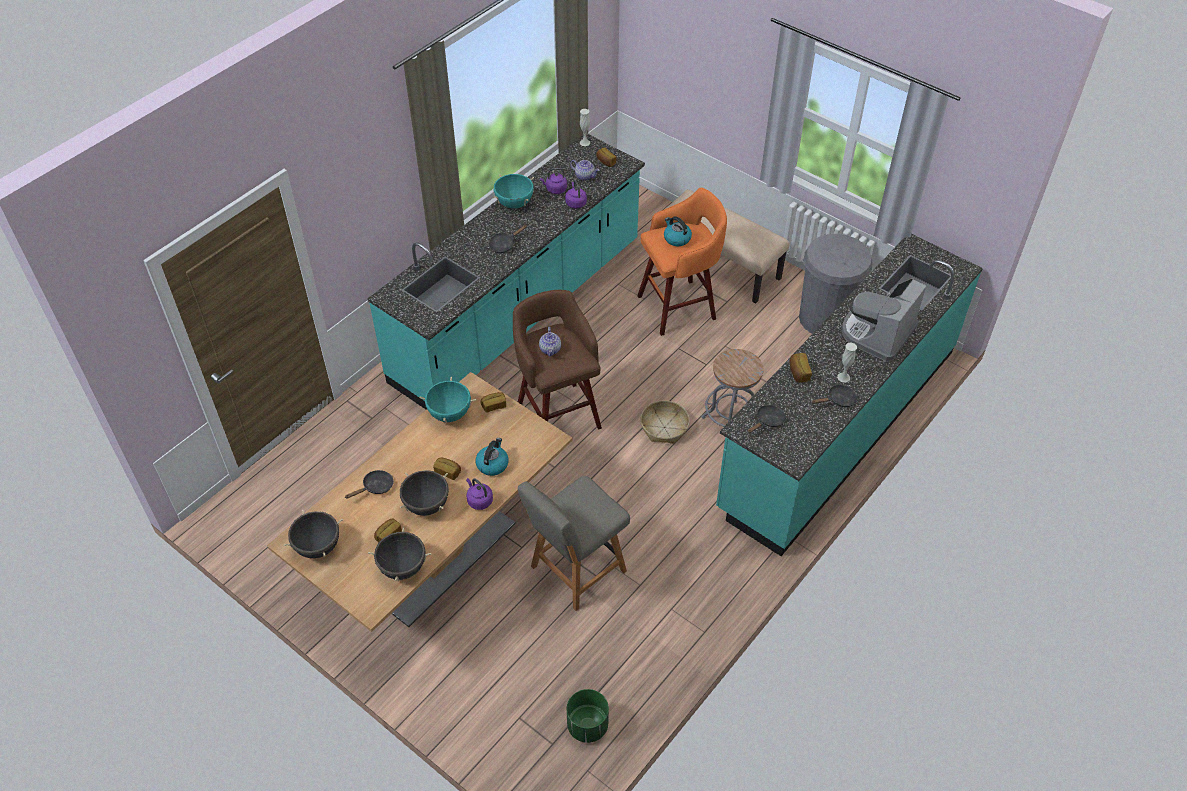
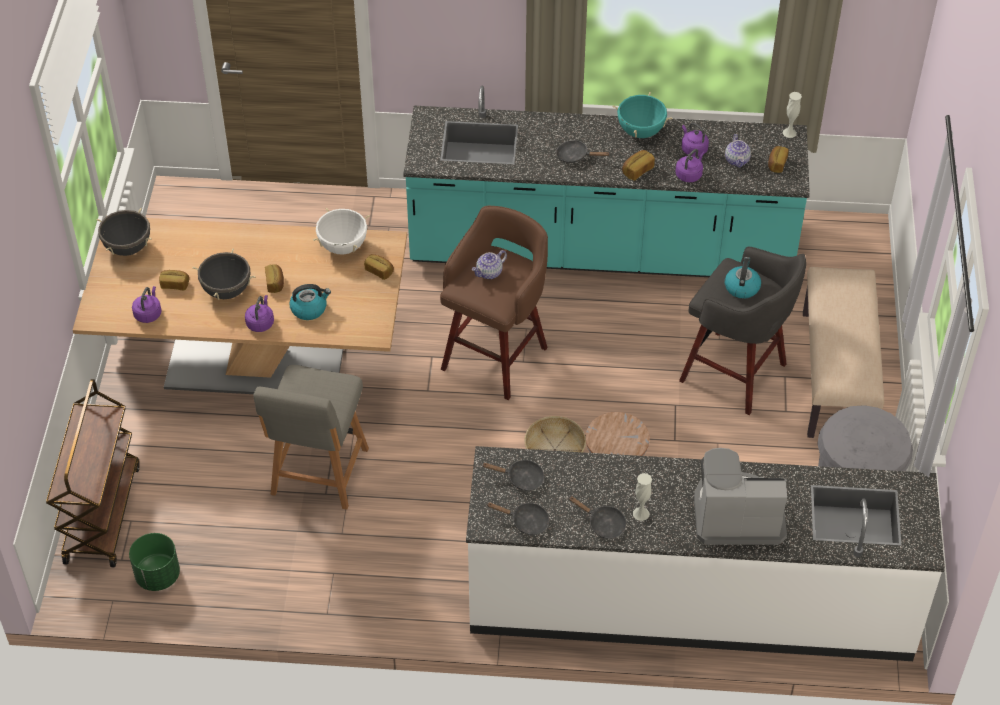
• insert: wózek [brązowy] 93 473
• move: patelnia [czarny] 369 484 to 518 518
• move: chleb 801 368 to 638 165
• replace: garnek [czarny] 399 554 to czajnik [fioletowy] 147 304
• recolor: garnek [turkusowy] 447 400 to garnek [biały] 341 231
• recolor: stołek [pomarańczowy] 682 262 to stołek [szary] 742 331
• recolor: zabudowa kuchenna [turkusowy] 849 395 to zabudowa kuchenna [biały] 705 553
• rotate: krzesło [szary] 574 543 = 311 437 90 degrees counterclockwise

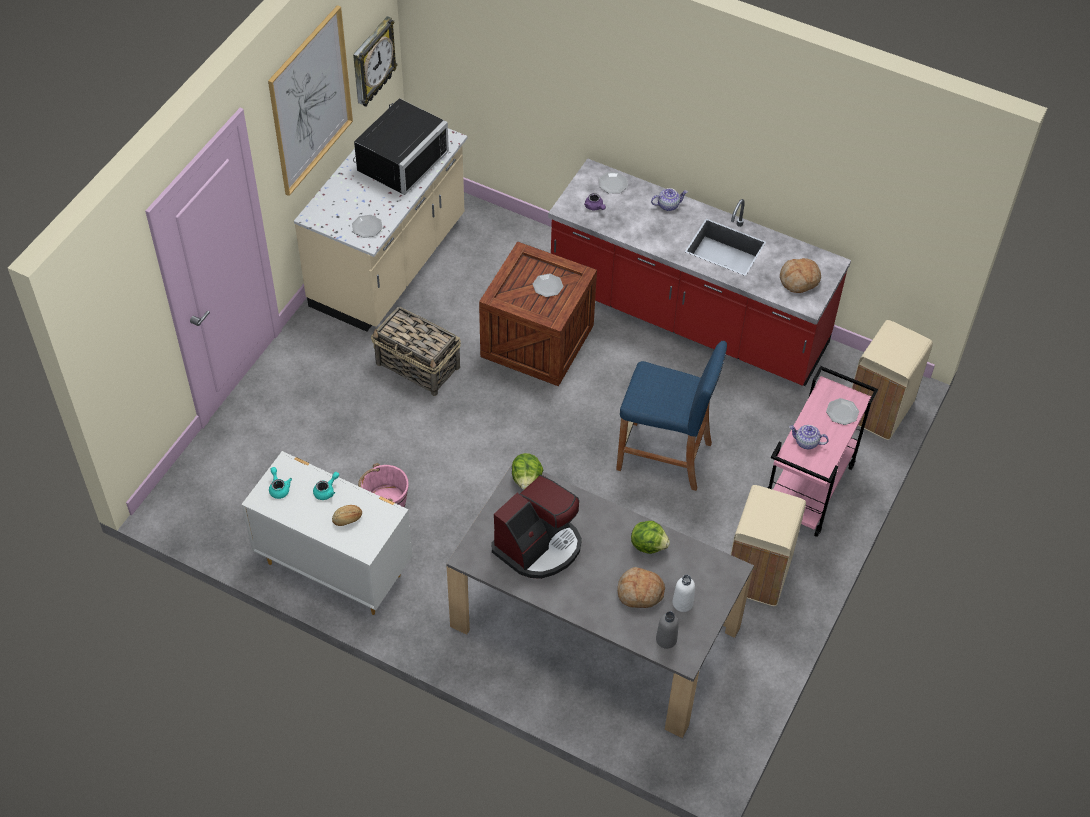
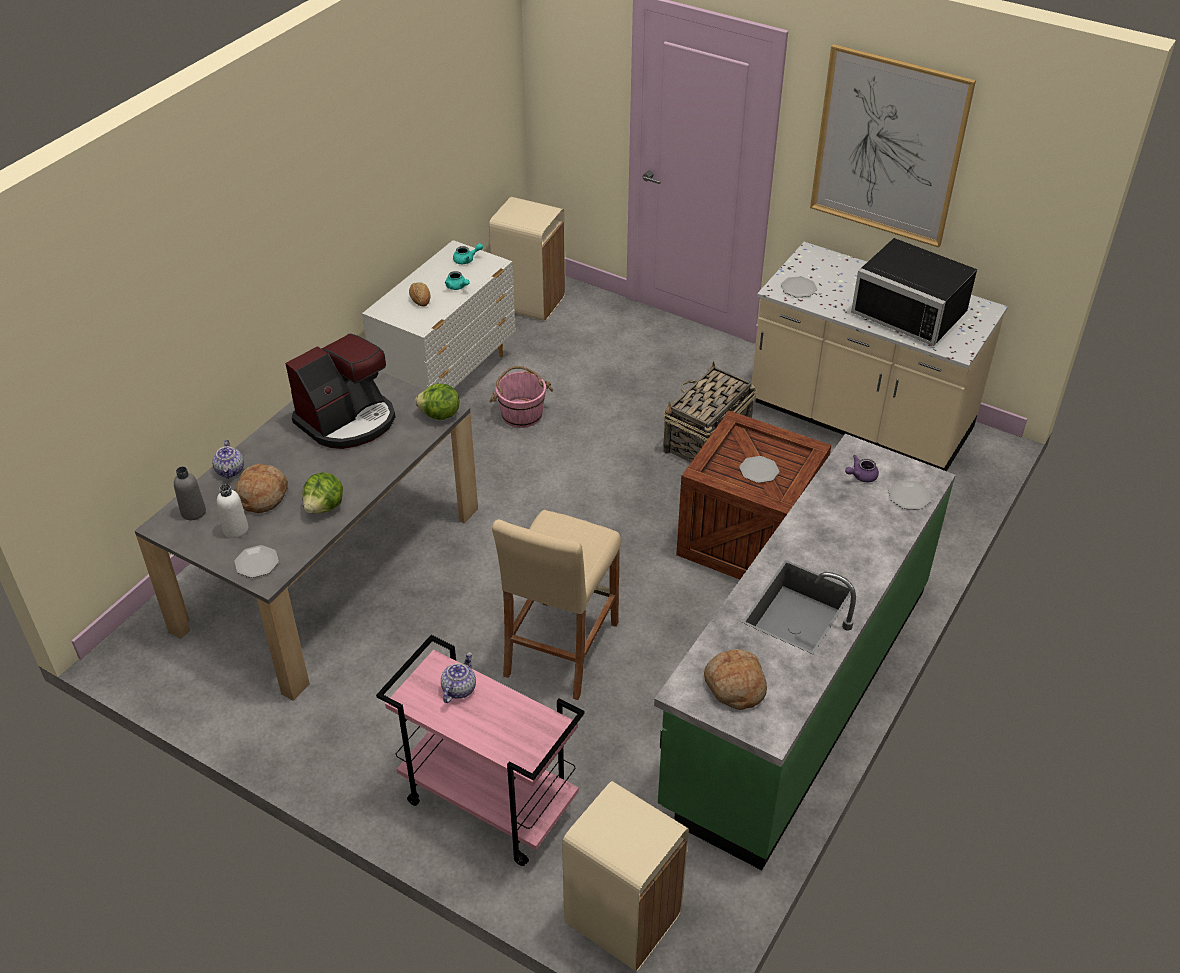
• delete: zegar ścienny 375 61
• move: imbryk 669 199 to 228 459
• move: kosz na śmieci [beżowy] 768 545 to 527 259
• move: talerz 842 411 to 256 561
• recolor: zabudowa kuchenna [czerwony] 699 272 to zabudowa kuchenna [zielony] 805 652
• recolor: stołek [niebieski] 671 416 to stołek [beżowy] 556 605
• rotate: ekspres do kawy 537 527 = 340 391 90 degrees counterclockwise

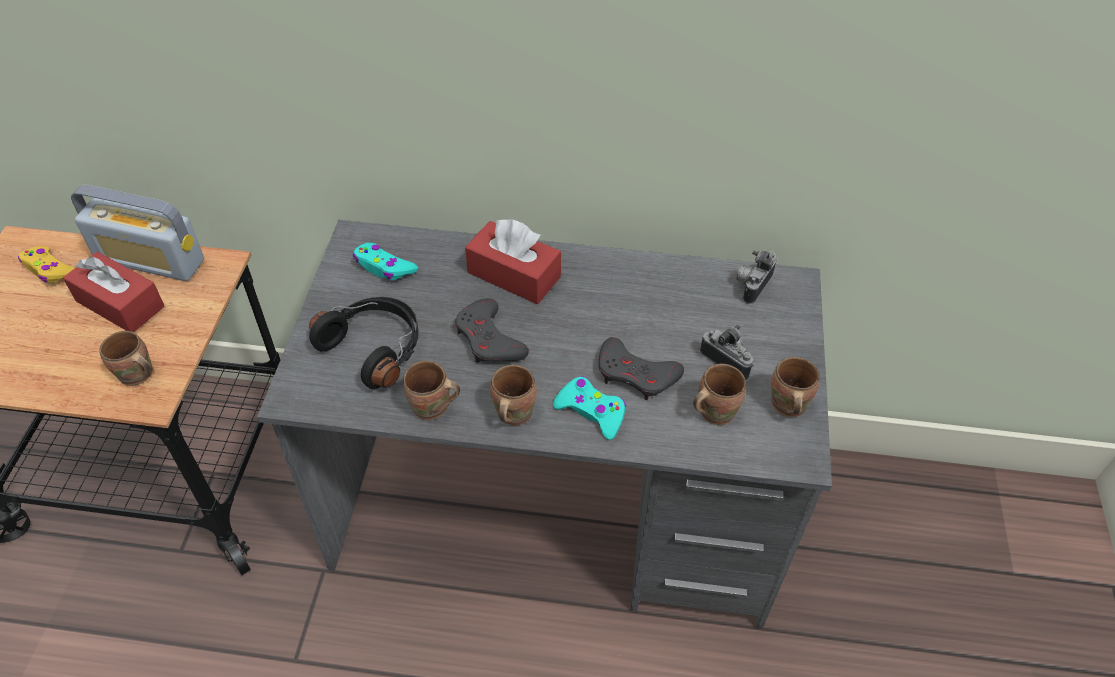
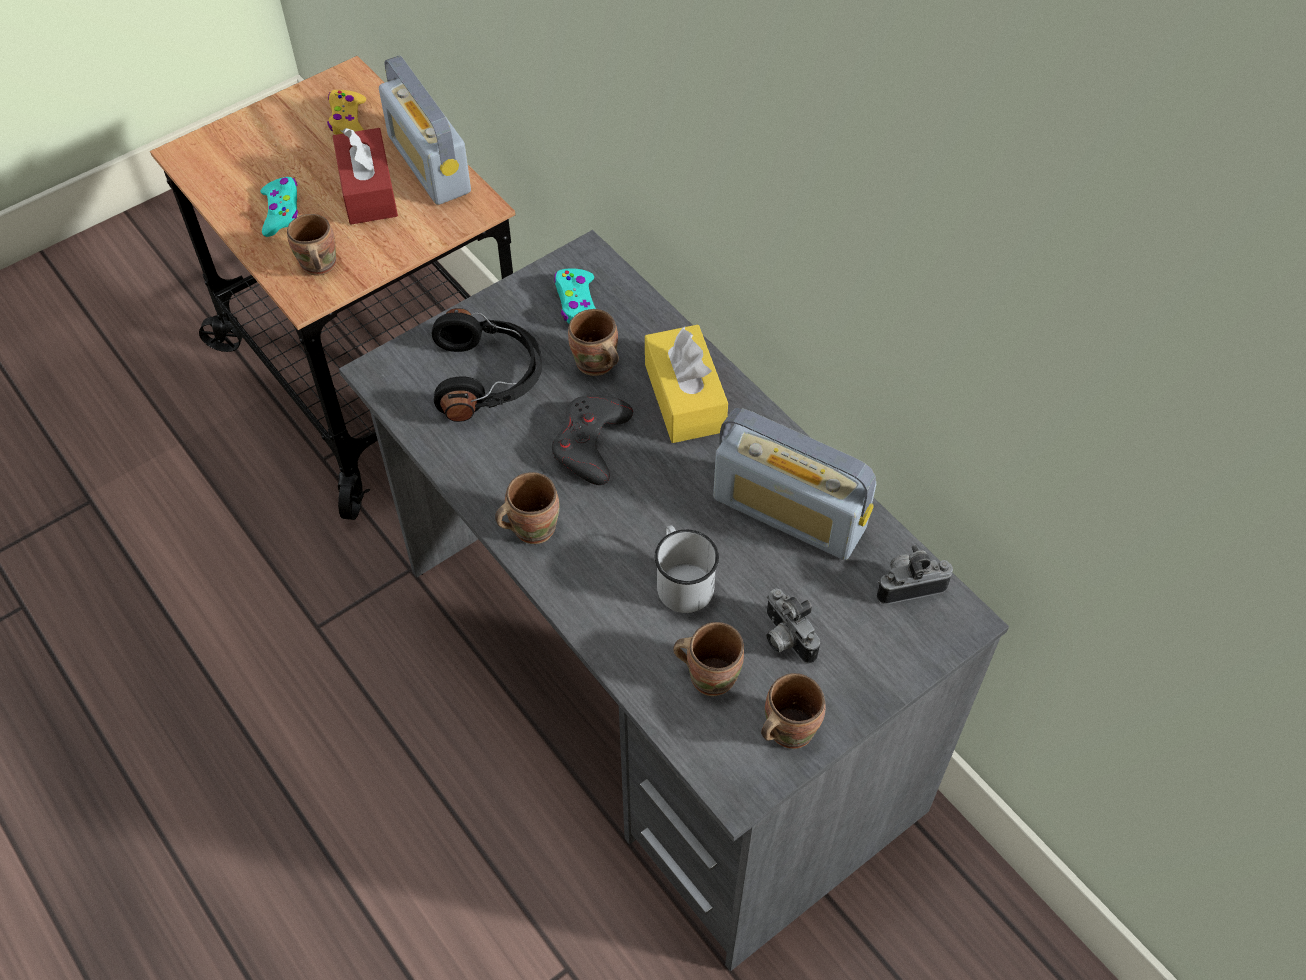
• insert: radio 794 484
• move: kubek [brązowy] 431 390 to 593 342
• move: pad do gier [turkusowy] 589 408 to 279 207
• replace: pad do gier [szary] 641 368 to kubek [biały] 687 569
• recolor: pudełko chusteczek [czerwony] 513 261 to pudełko chusteczek [żółty] 686 384
• rotate: aparat fotograficzny 727 352 = 793 626 150 degrees clockwise

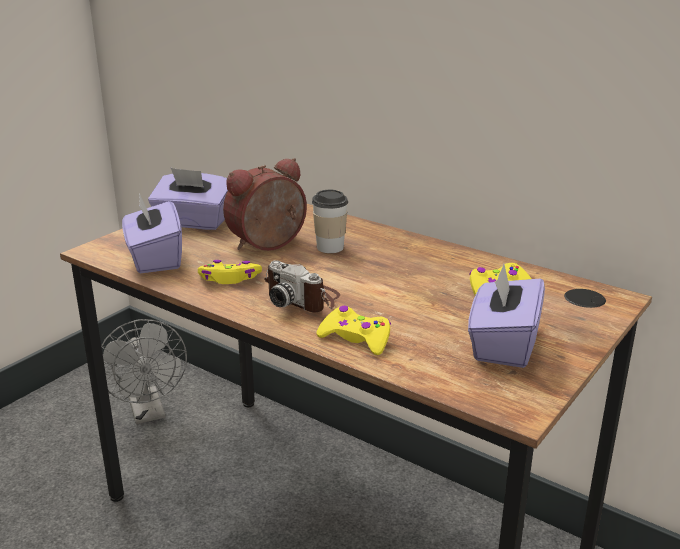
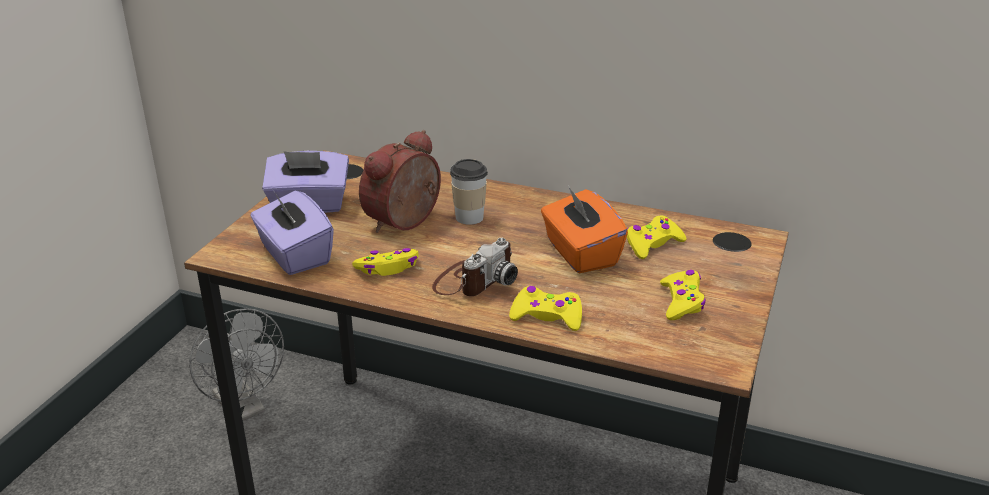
• insert: pudełko chusteczek [pomarańczowy] 584 230
• replace: pudełko chusteczek [fioletowy] 506 316 to pad do gier [żółty] 683 295
• rotate: aparat fotograficzny 302 286 = 475 267 75 degrees counterclockwise

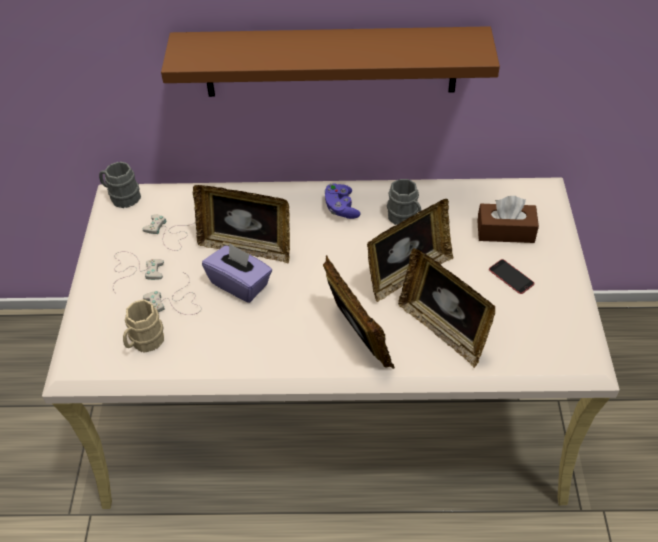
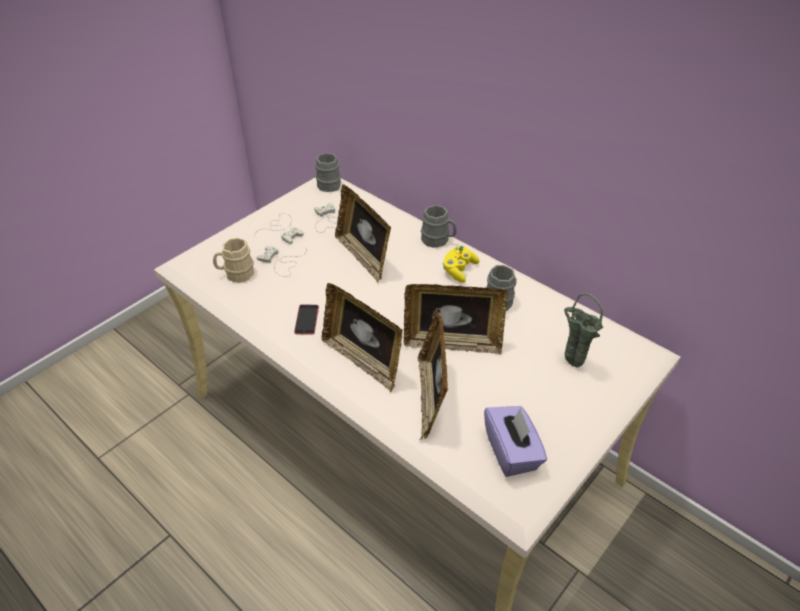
• delete: półka [brązowy] 330 61
• insert: kubek [szary] 439 226
• move: pudełko chusteczek [fioletowy] 237 273 to 515 441
• move: telefon 511 276 to 306 319
• replace: pudełko chusteczek [brązowy] 508 219 to wazon [zielony] 583 330
• recolor: pad do gier [fioletowy] 342 201 to pad do gier [żółty] 461 264
• rotate: ramka na zdjęcie 359 312 = 362 337 120 degrees clockwise

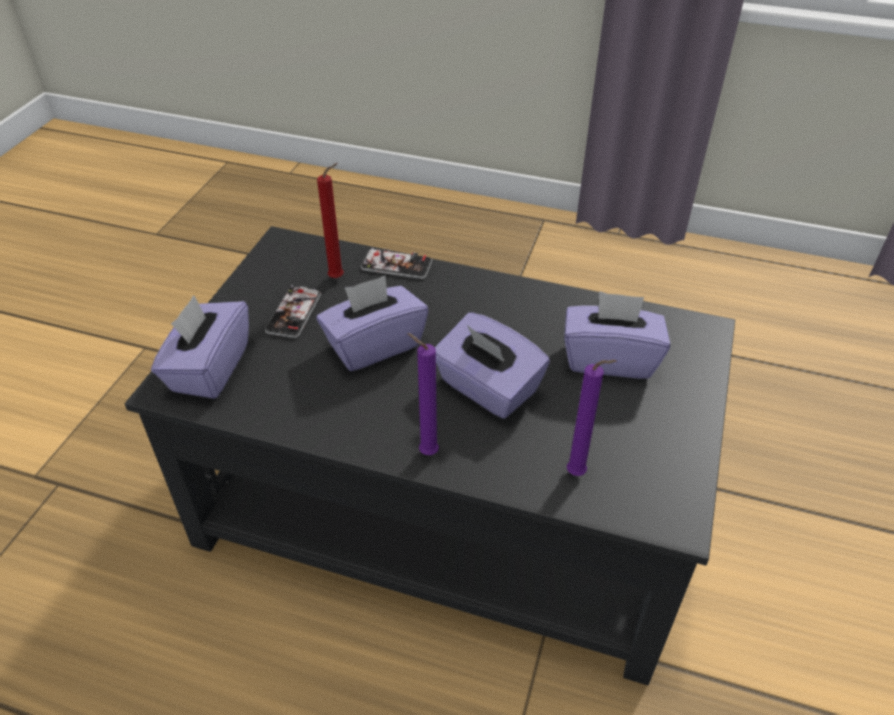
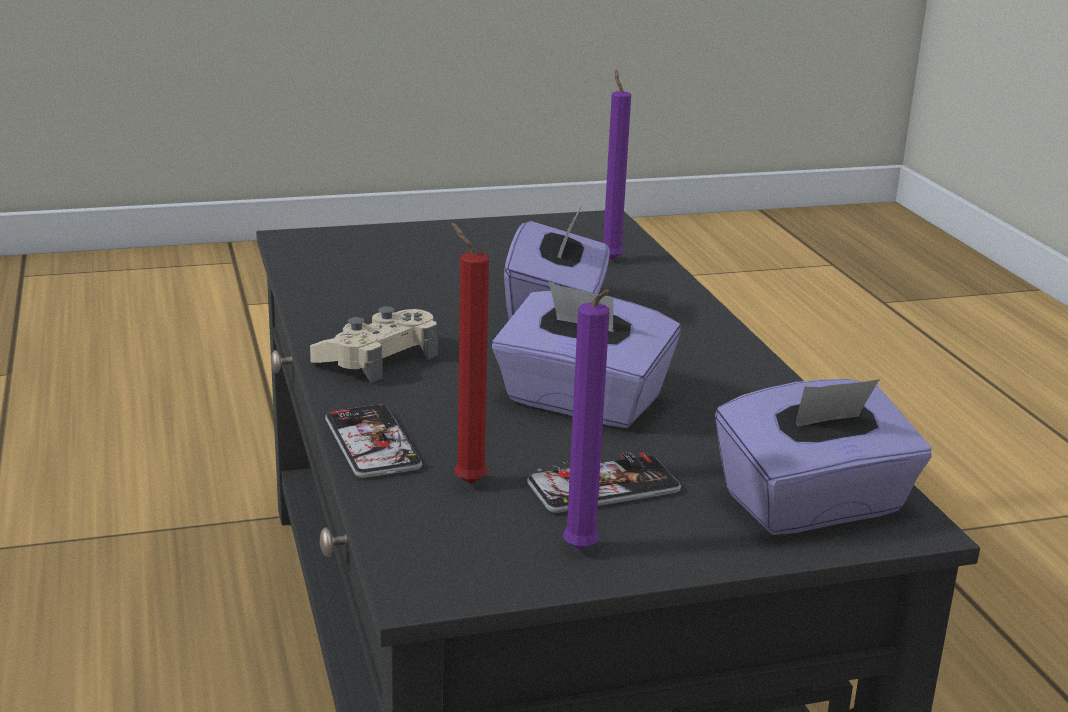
• delete: pudełko chusteczek [fioletowy] 617 335
• insert: pad do gier [beżowy] 374 344
• move: świeca [fioletowy] 423 394 to 586 419

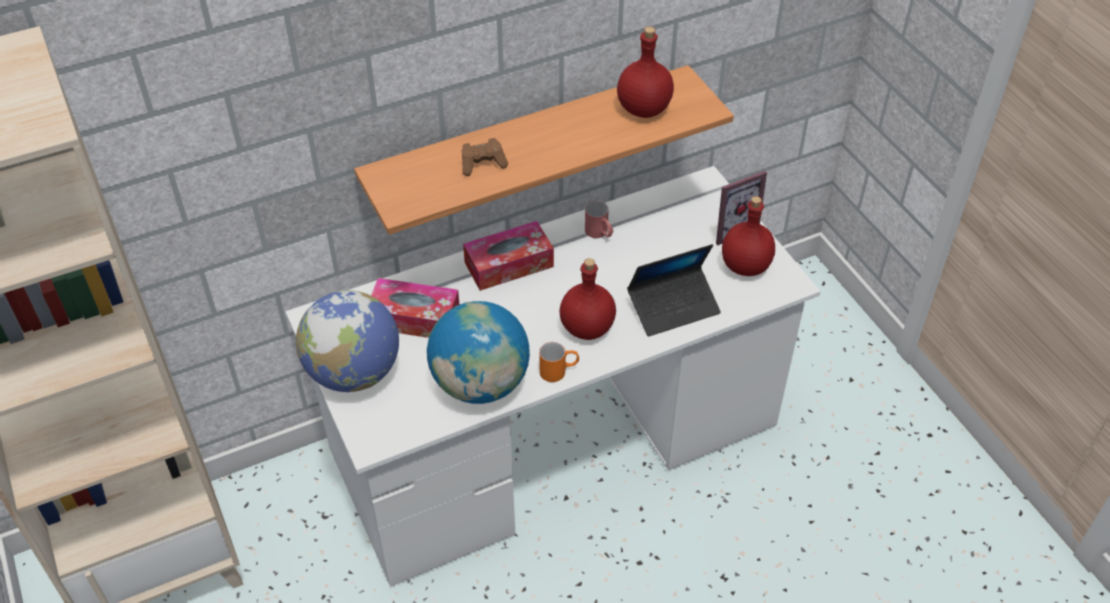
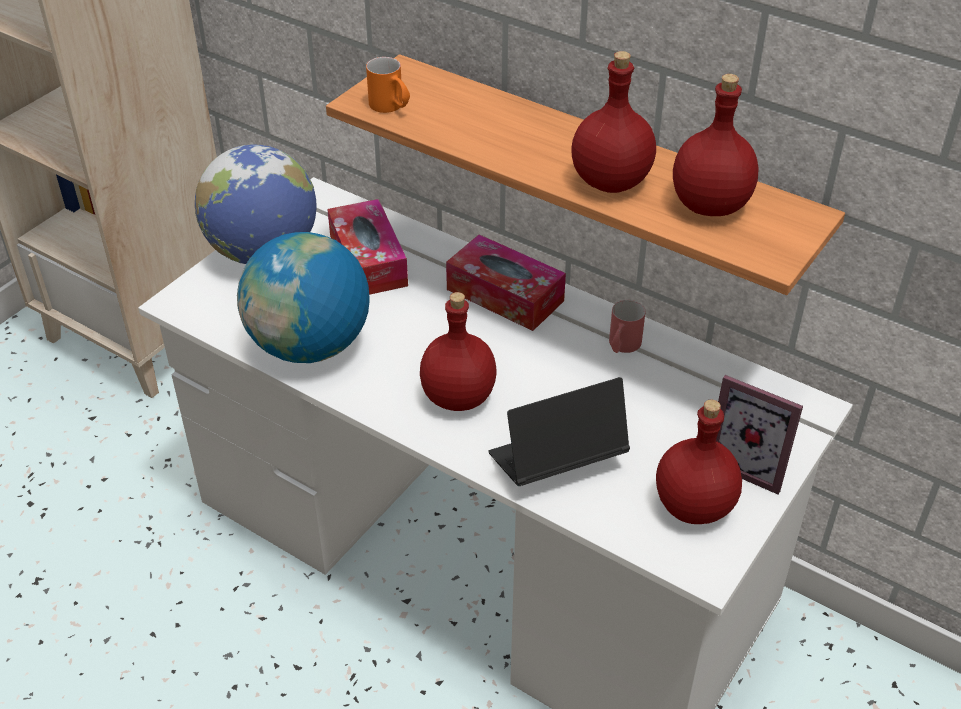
• delete: pad do gier [brązowy] 485 157
• insert: butelka [czerwony] 613 122
• move: kubek [pomarańczowy] 559 362 to 388 85
• rotate: laptop 674 290 = 559 431 120 degrees clockwise

